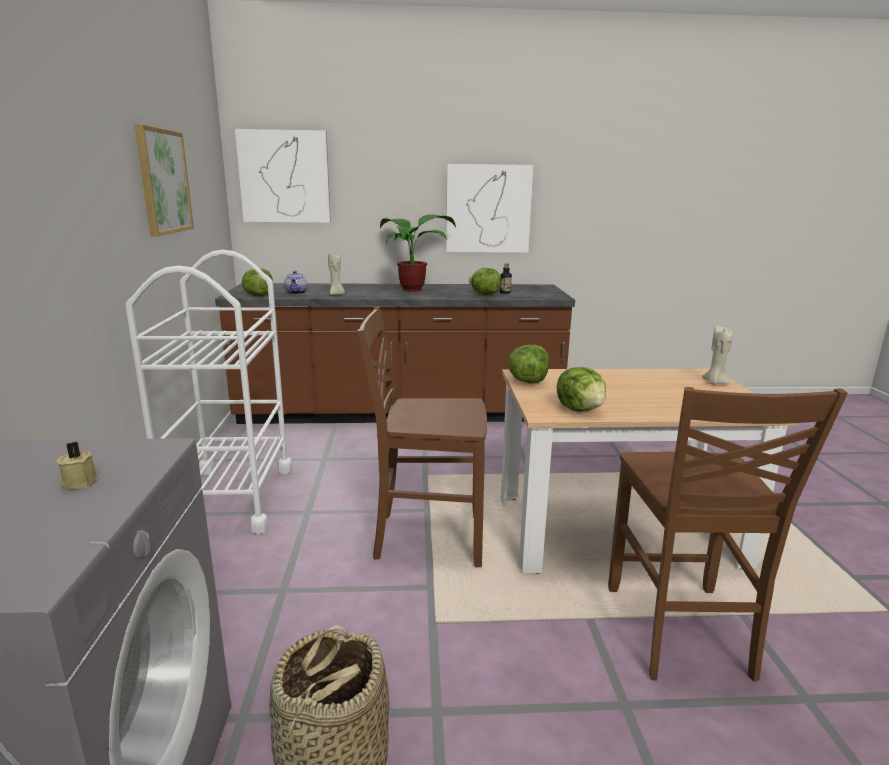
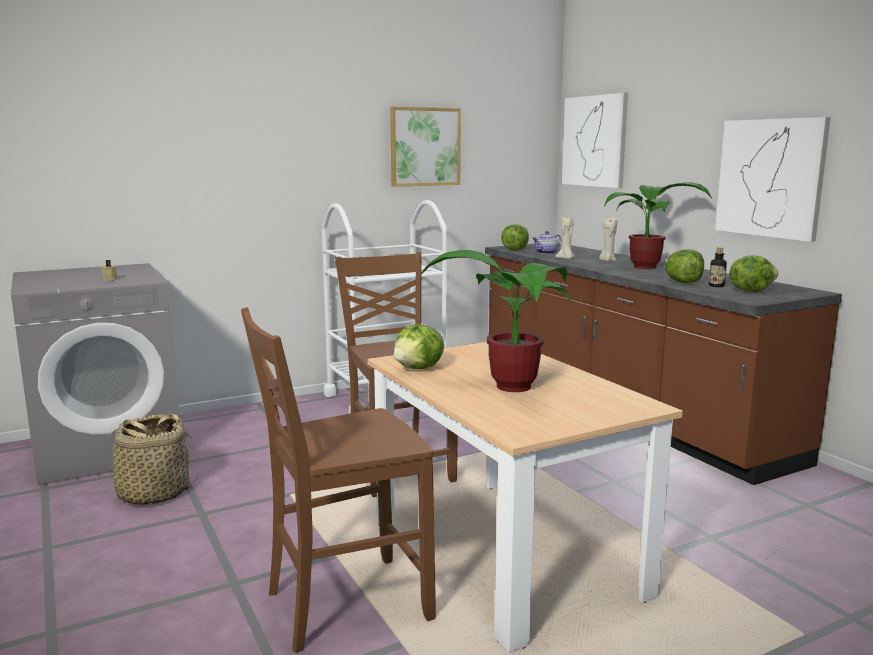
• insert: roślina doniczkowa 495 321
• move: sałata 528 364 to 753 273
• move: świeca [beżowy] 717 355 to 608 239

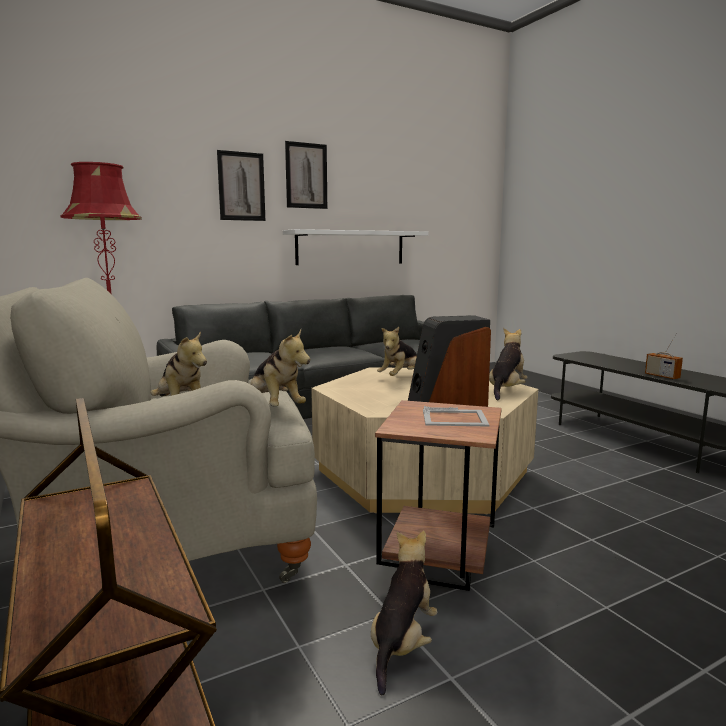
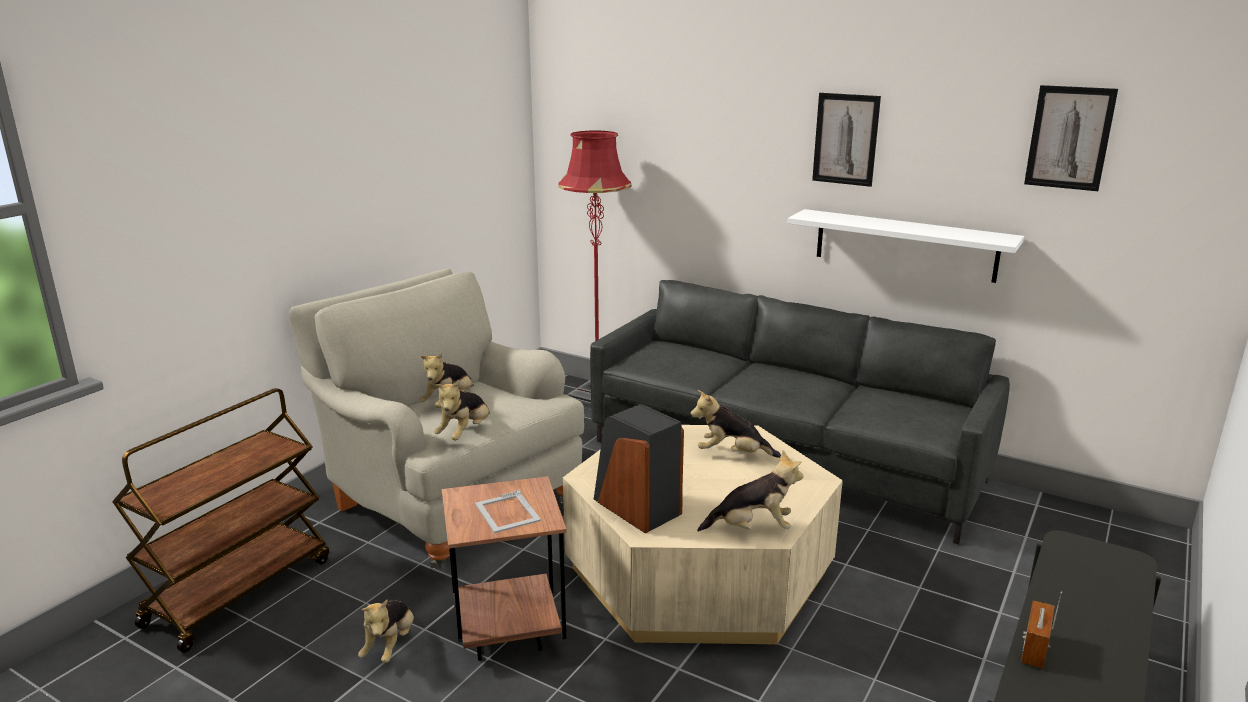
• move: obraz 241 185 to 1071 138
• rotate: pluszak 404 613 = 386 631 105 degrees clockwise

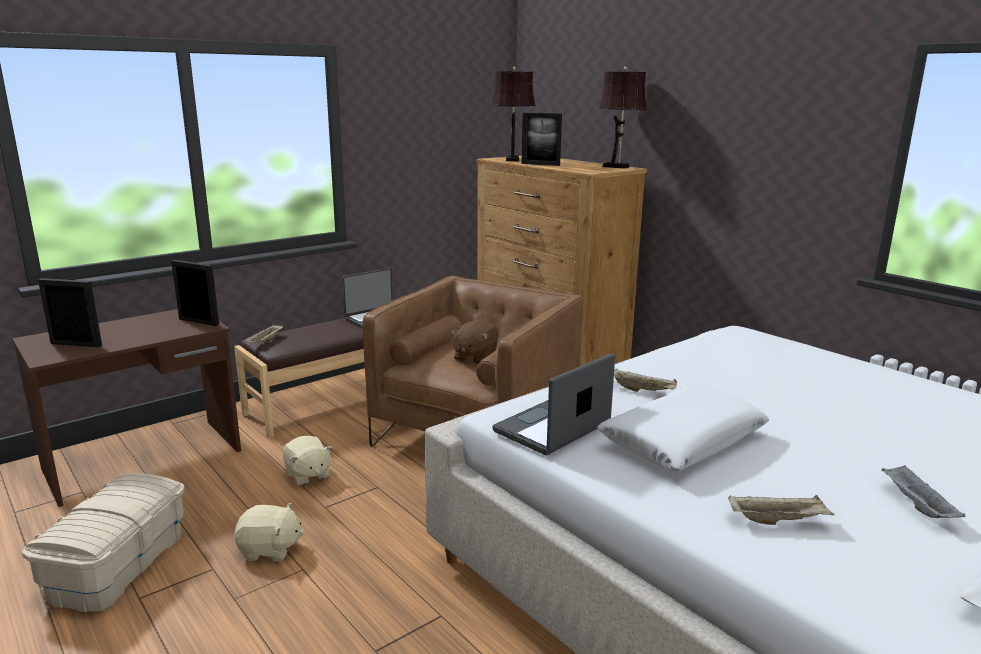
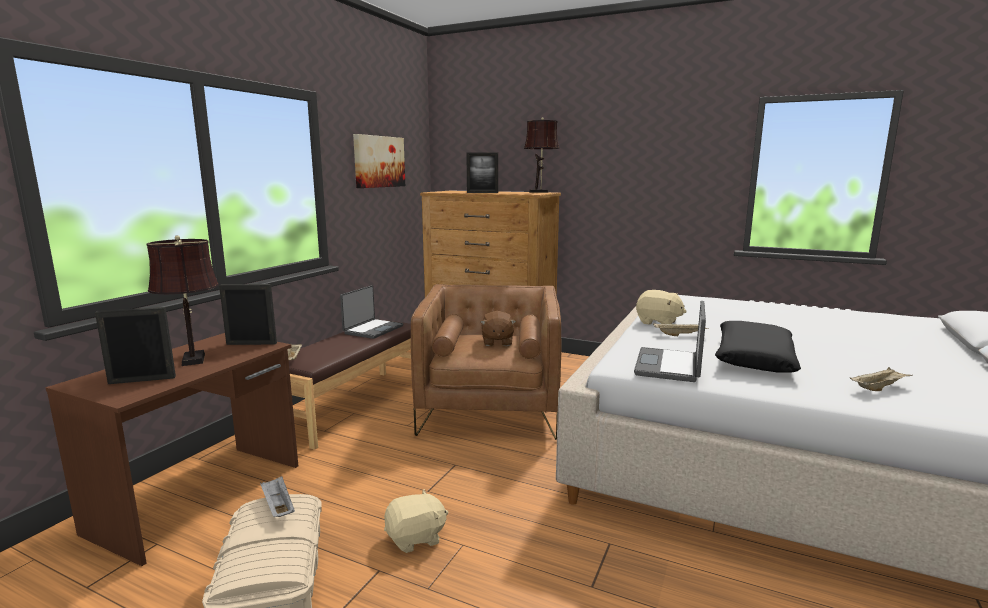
• insert: obraz 379 161
• move: pluszak [beżowy] 308 461 to 661 307
• move: lampa stołowa [brązowy] 513 114 to 183 300
• move: taca [szary] 923 491 to 277 496
• recolor: poduszka [biały] 683 427 to poduszka [czarny] 758 347

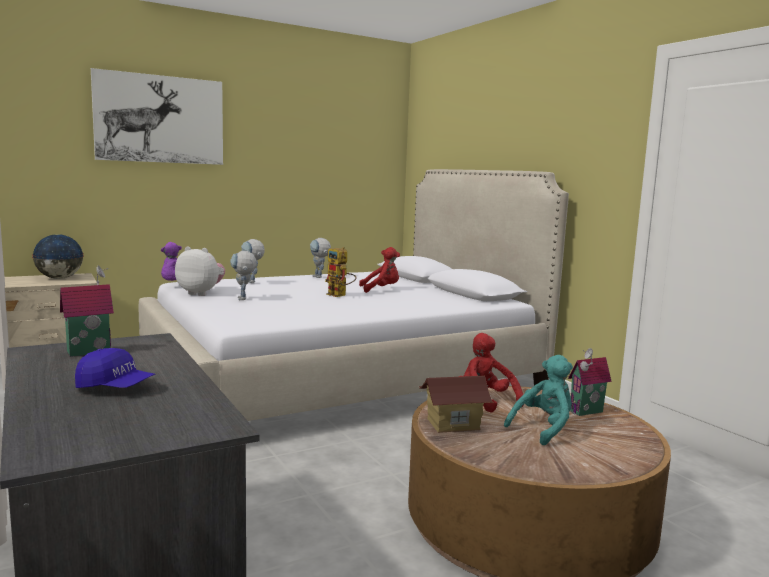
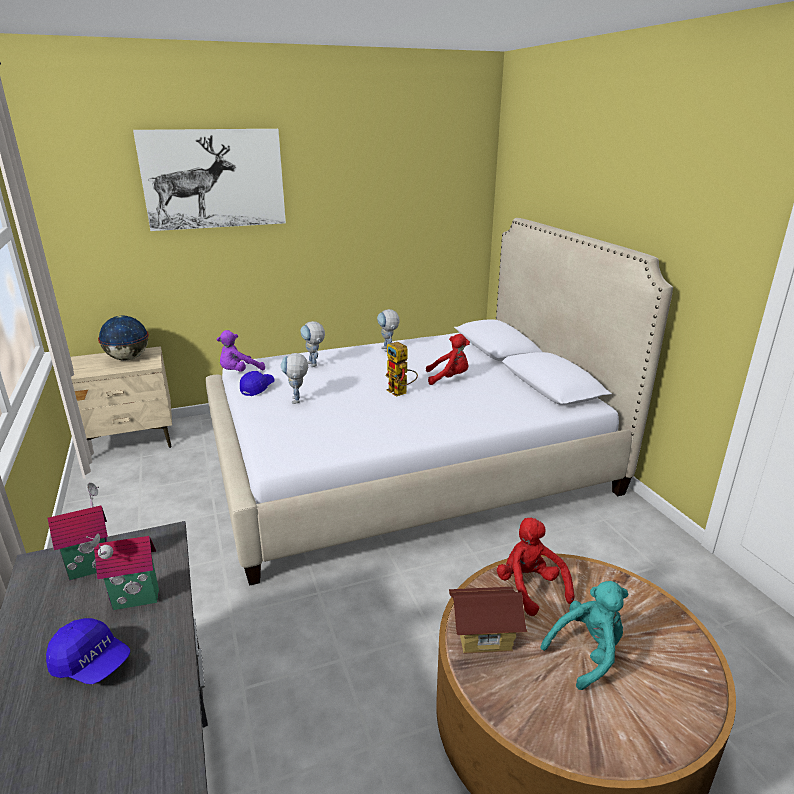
• move: domek 590 382 to 122 571
• replace: pluszak 200 271 to czapka z daszkiem [niebieski] 257 383

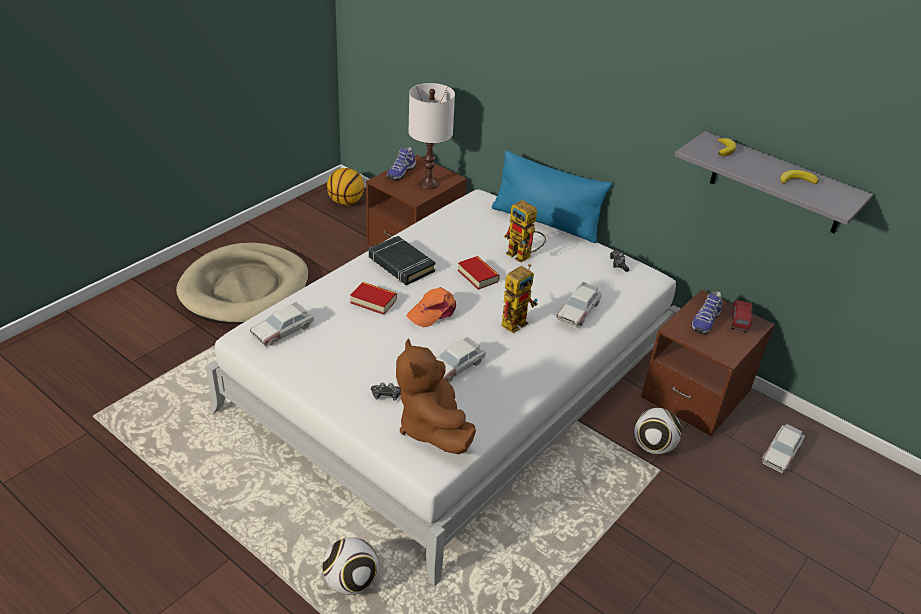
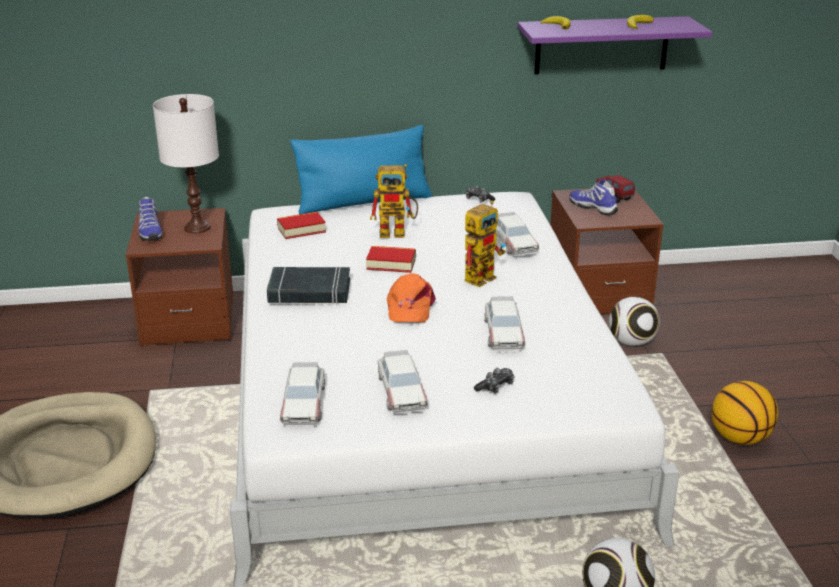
• delete: pluszak [brązowy] 436 396
• move: piłka do koszykówki 345 186 to 745 413
• move: książka 373 298 to 301 225
• move: samochodzik 783 448 to 403 382
• recolor: półka [szary] 774 182 to półka [fioletowy] 615 45
• rotate: robot zabawkowy 519 298 = 485 243 45 degrees clockwise
• rotate: but 706 313 = 593 197 150 degrees clockwise

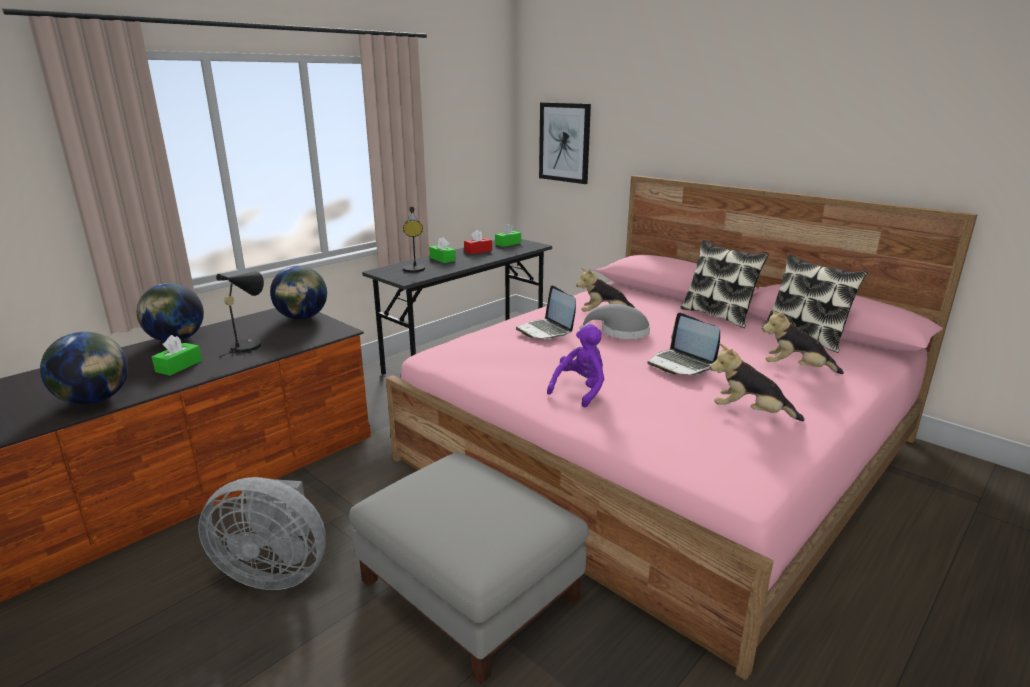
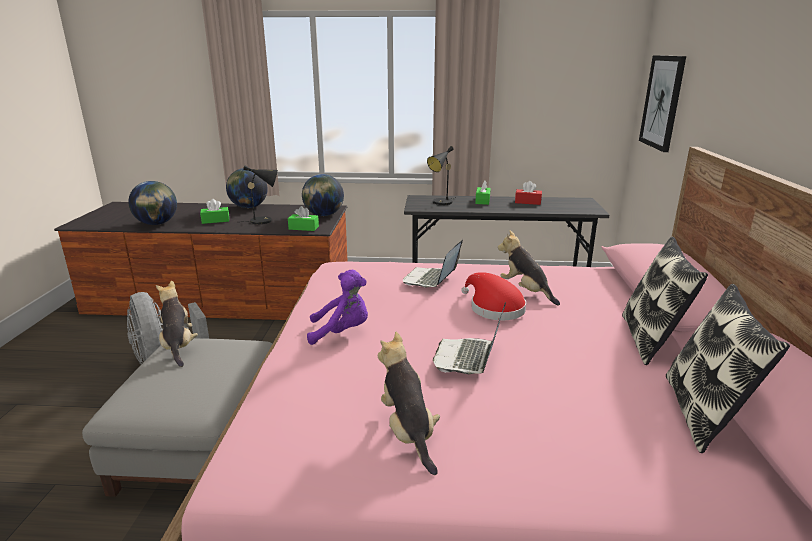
• move: pudełko chusteczek [zielony] 508 235 to 303 218
• move: pluszak 803 341 to 177 324
• recolor: kapelusz [szary] 614 321 to kapelusz [czerwony] 493 296

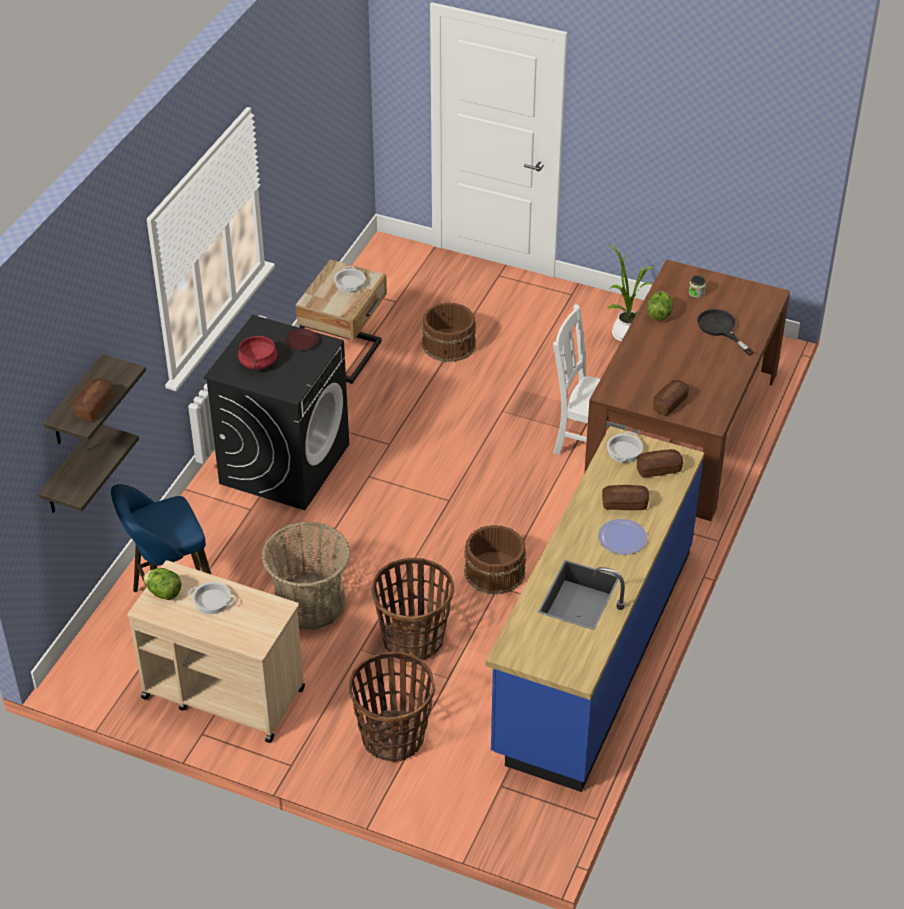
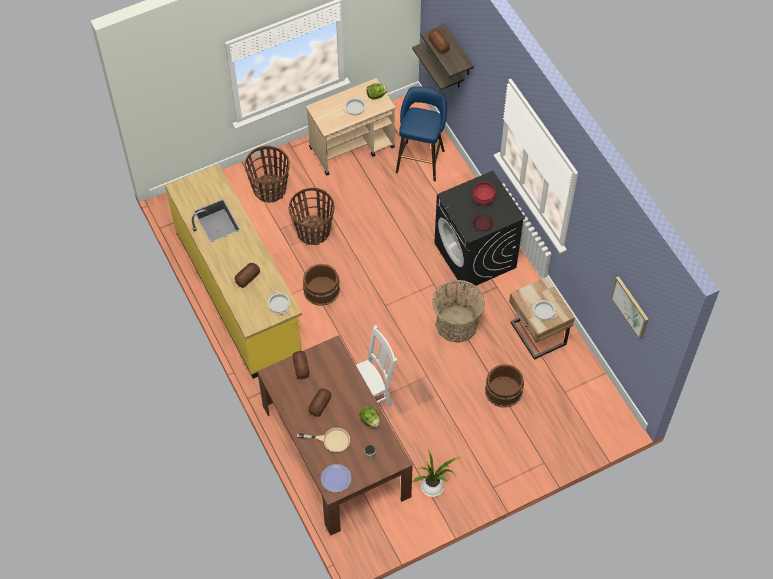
• insert: obraz 630 308
• move: koszyk 306 576 to 458 311
• move: talerz 622 537 to 336 478
• move: chleb 660 463 to 319 402
• recolor: zabudowa kuchenna [niebieski] 594 609 to zabudowa kuchenna [żółty] 233 271
• recolor: patelnia [czarny] 725 332 to patelnia [beżowy] 323 440

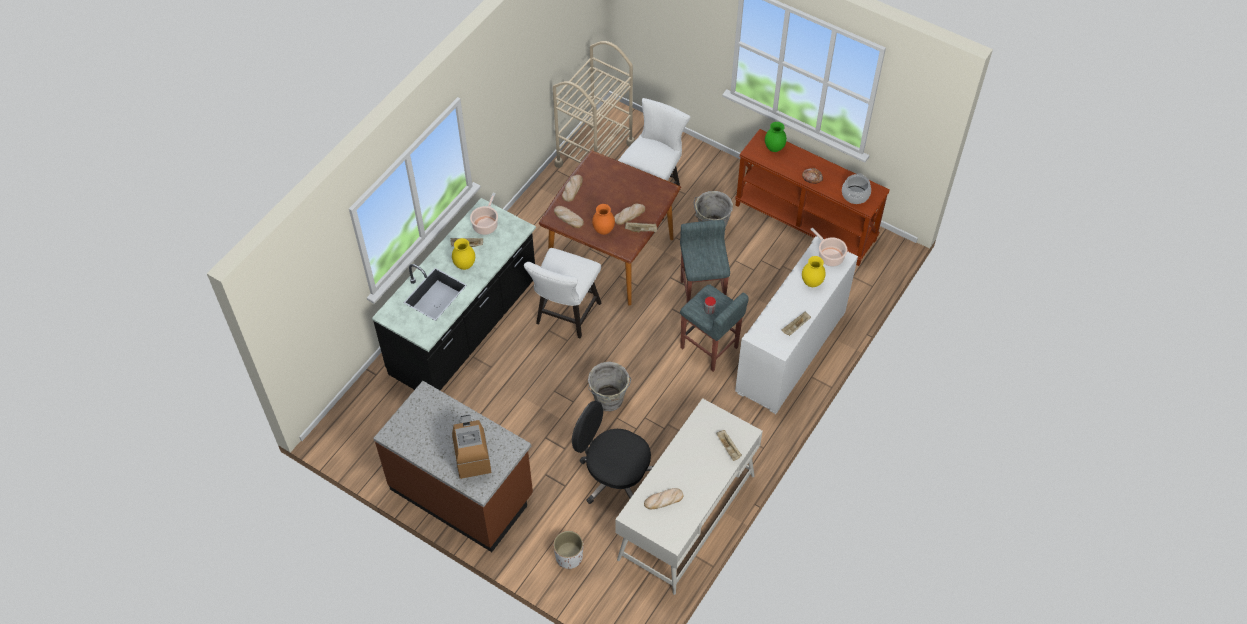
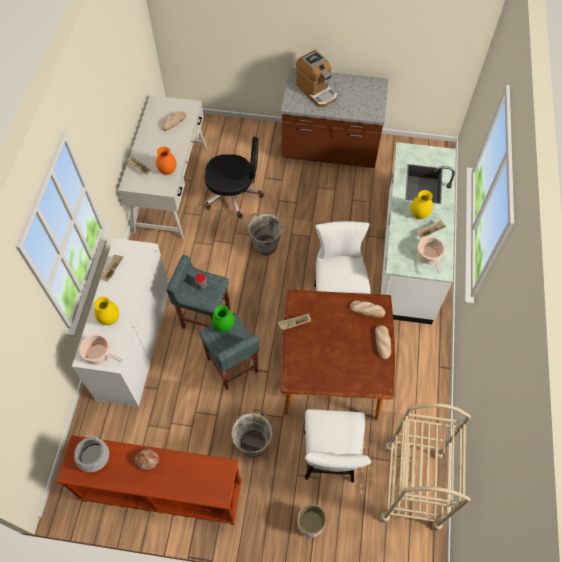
• delete: chleb 629 214
• move: donica [biały] 568 550 to 311 520
• move: wazon [pomarańczowy] 603 219 to 166 161
• move: wazon [zielony] 776 137 to 223 318
• recolor: zabudowa kuchenna [czarny] 454 294 to zabudowa kuchenna [biały] 418 233

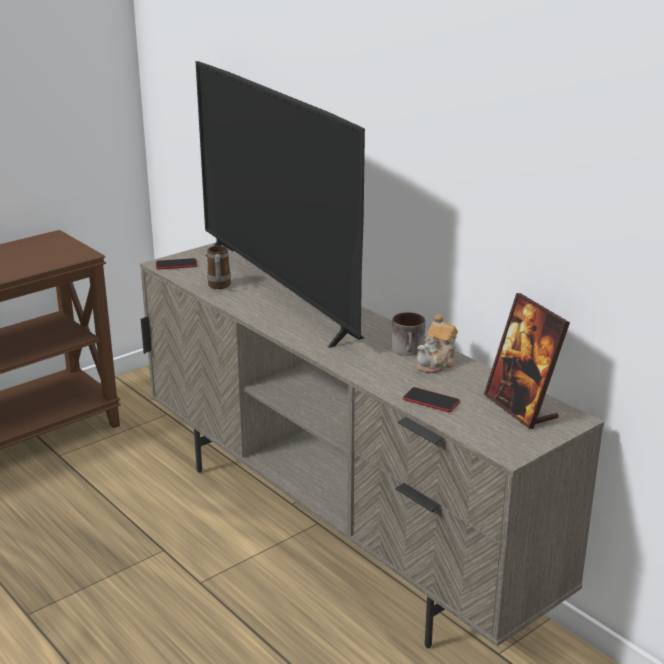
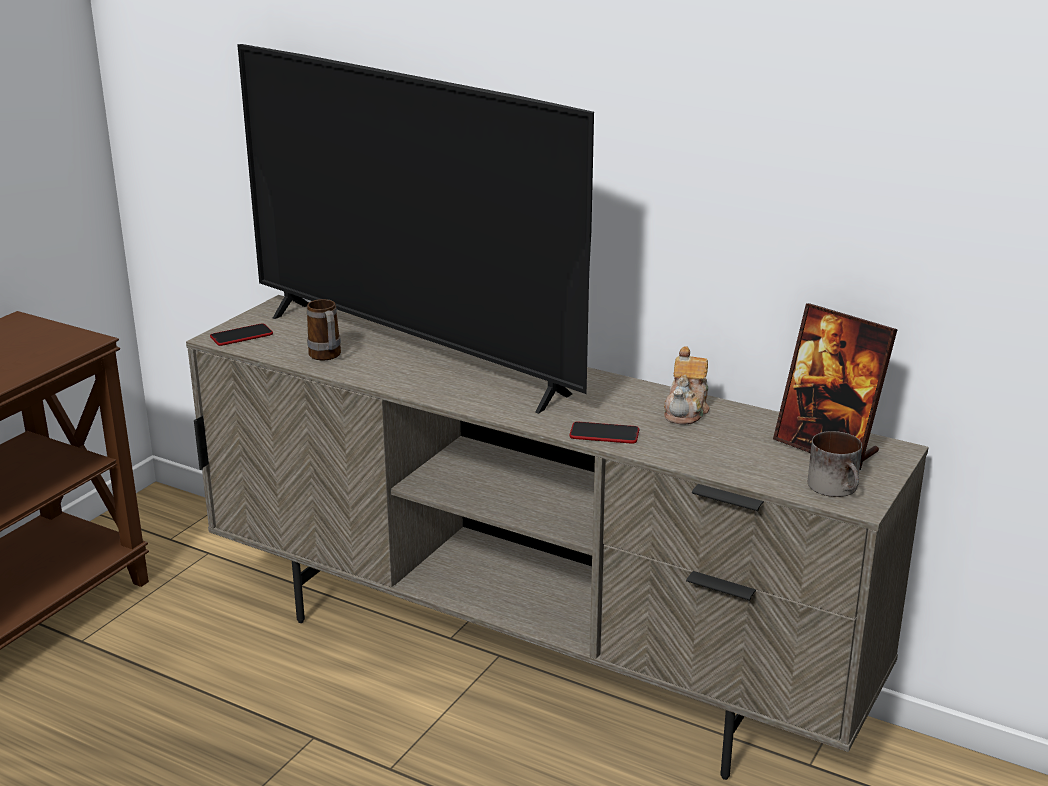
• move: kubek 408 334 to 835 464
• move: telefon 431 399 to 604 433

